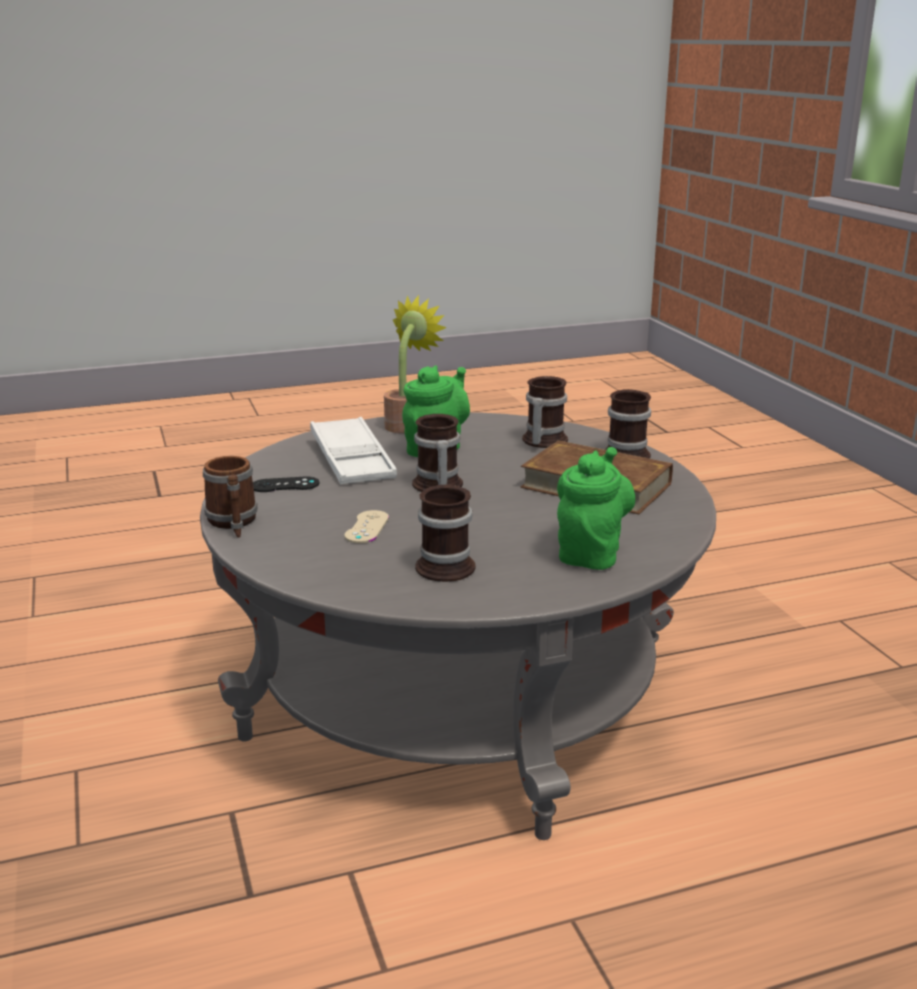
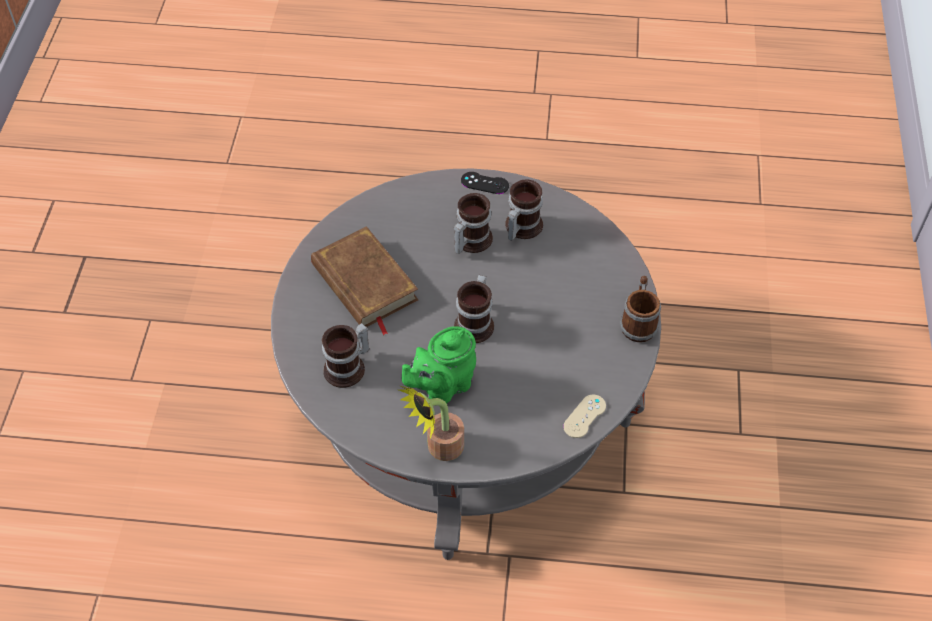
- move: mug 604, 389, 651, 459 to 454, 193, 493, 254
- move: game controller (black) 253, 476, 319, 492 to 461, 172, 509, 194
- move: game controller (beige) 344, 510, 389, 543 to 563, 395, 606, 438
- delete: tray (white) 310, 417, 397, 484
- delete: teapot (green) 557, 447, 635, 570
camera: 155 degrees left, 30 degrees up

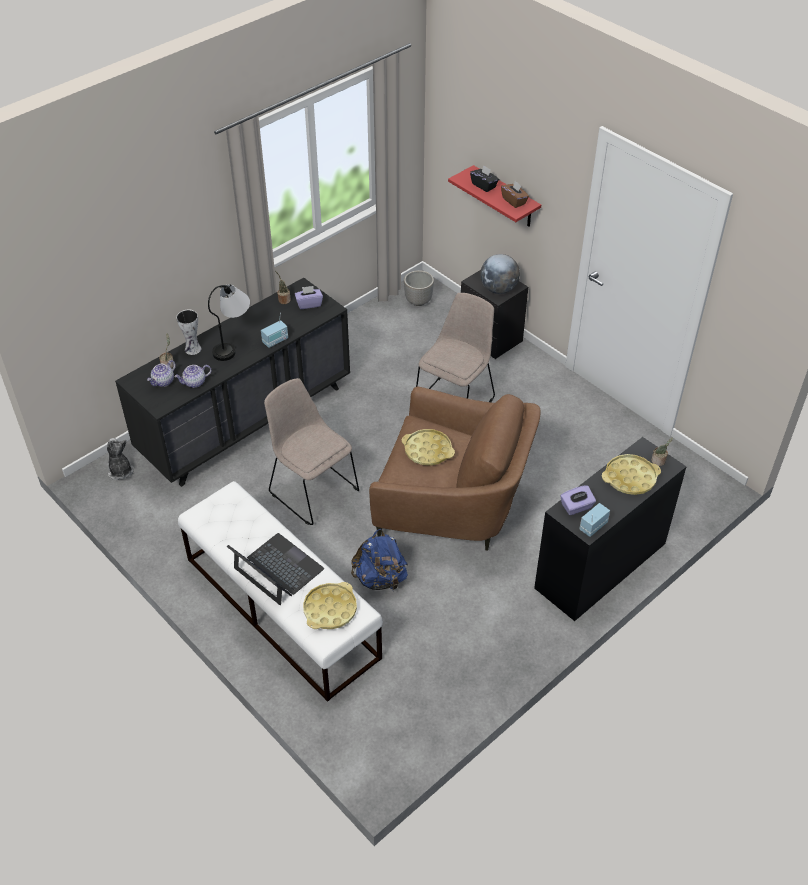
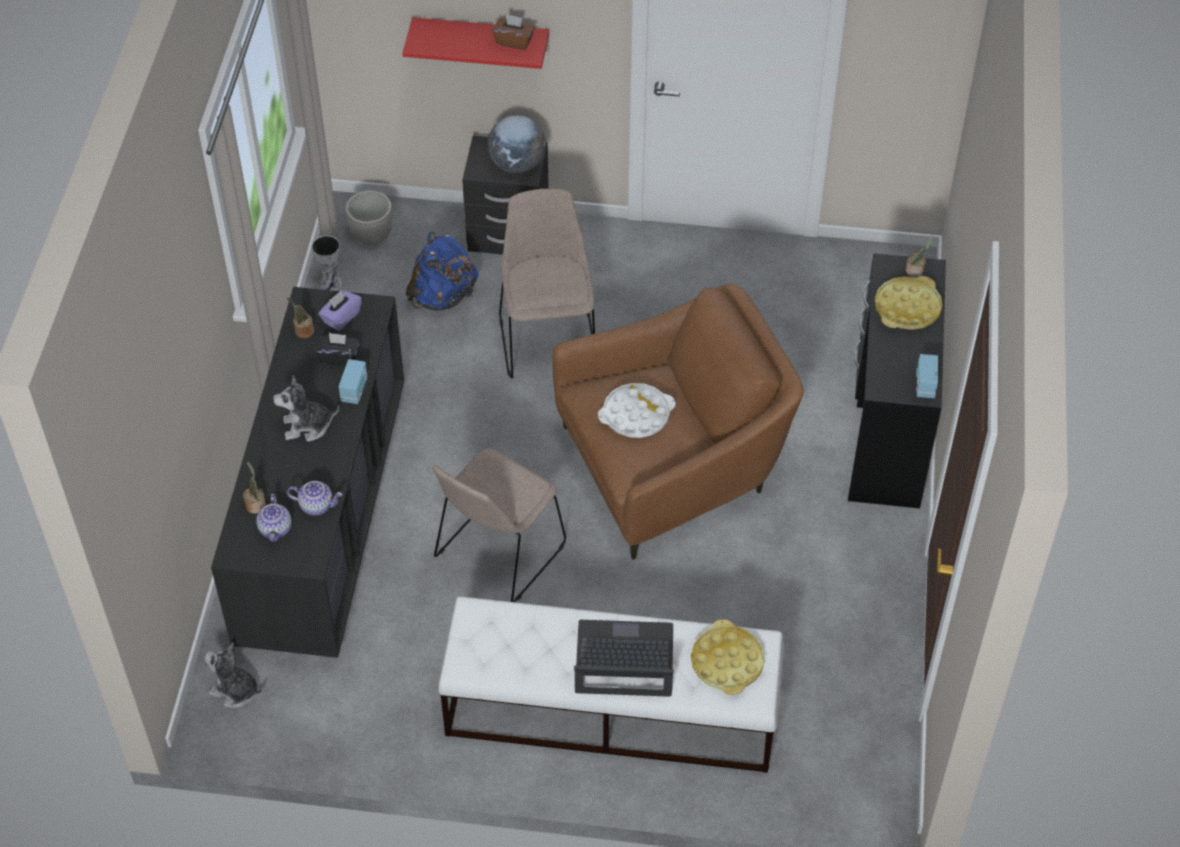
- replace: table lamp 208, 284, 250, 361 to plush toy 273, 376, 339, 442
- rotate: teapot 174, 365, 211, 388 = 287, 481, 343, 516 105 degrees counterclockwise
- move: vase 176, 310, 202, 355 to 312, 235, 342, 291
- move: tissue box (black) 470, 165, 499, 192 to 315, 333, 360, 366
- move: backpack (blue) 351, 529, 408, 590 to 406, 232, 478, 310
- rotate: chair (beige) 264, 378, 359, 525 = 433, 448, 566, 602 60 degrees counterclockwise
- recolor: tray (yellow) 402, 429, 455, 466 to tray (white) 598, 383, 676, 438
- delete: tissue box (purple) 560, 485, 596, 515
camera: 40 degrees left, 5 degrees up

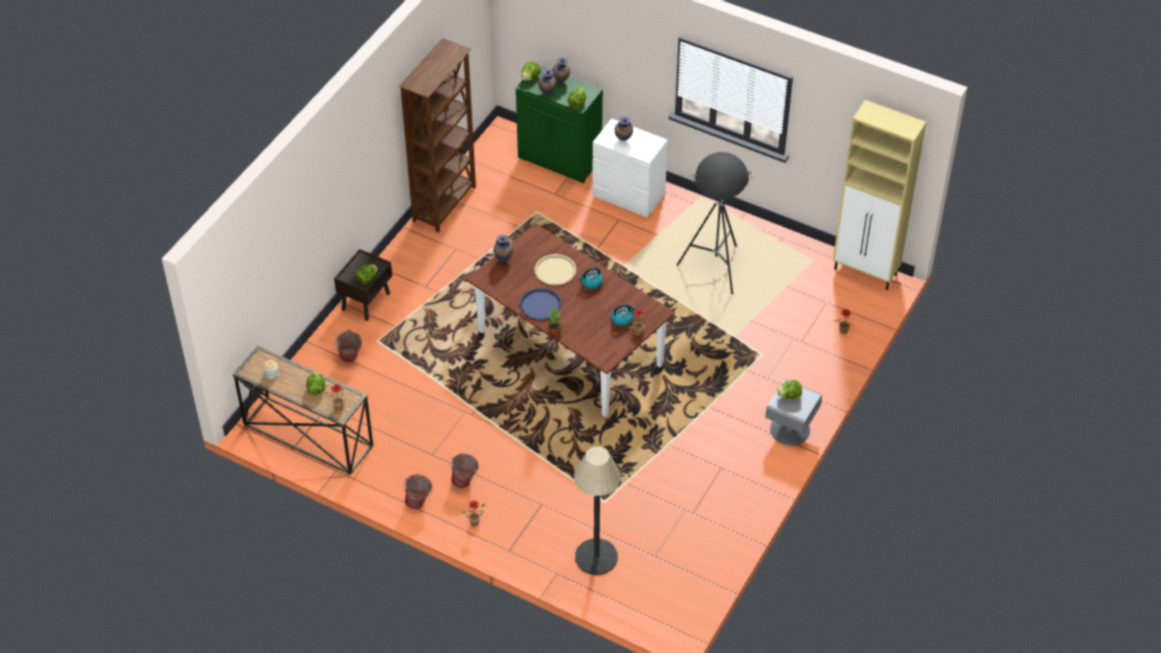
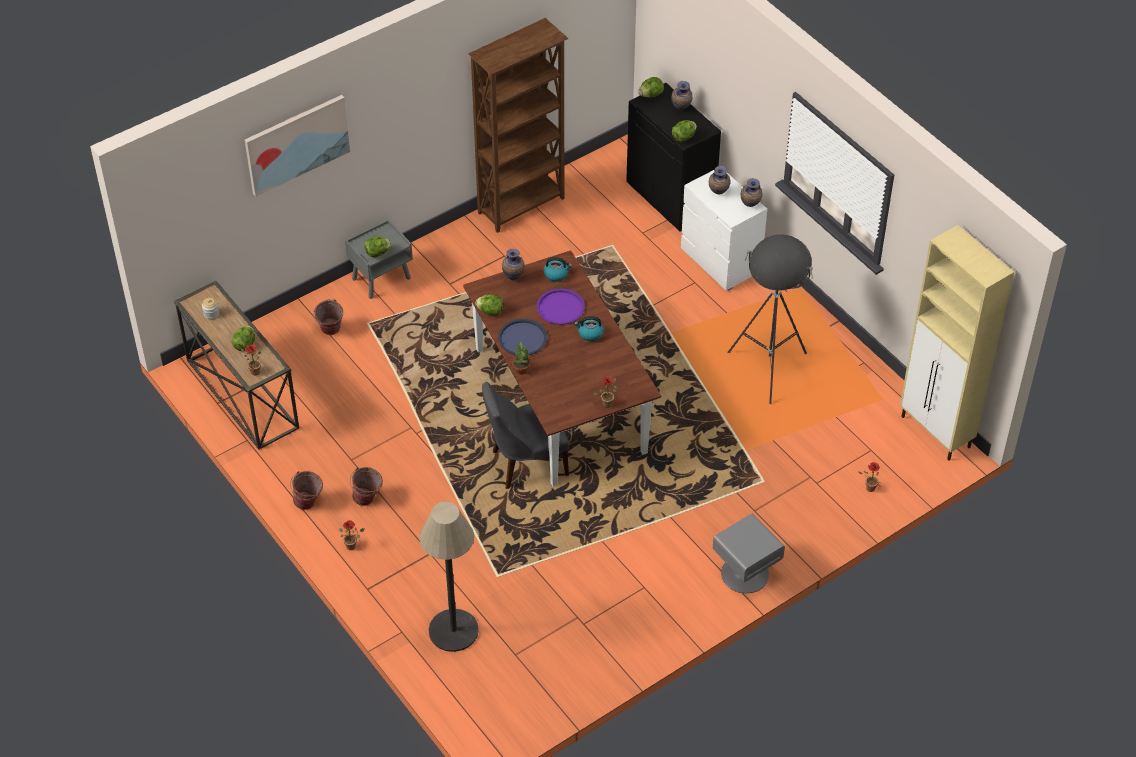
- insert: picture 245, 95, 350, 197
- recolor: nightstand (brown) 334, 249, 392, 321 to nightstand (grey) 345, 219, 413, 299
- move: lettuce 777, 380, 802, 399 to 475, 294, 504, 315
- insert: chair (grey) 482, 382, 569, 489
- recolor: tray (beige) 535, 254, 576, 285 to tray (purple) 537, 288, 585, 325
- move: kettle 611, 304, 636, 326 to 543, 257, 572, 282
- recolor: cabinet (green) 516, 65, 603, 183 to cabinet (black) 626, 83, 721, 232
- recolor: floor lamp (beige) 625, 152, 813, 336 to floor lamp (orange) 671, 234, 884, 450
- move: vase 538, 69, 556, 94 to 741, 178, 762, 207
camera: 25 degrees right, 0 degrees up

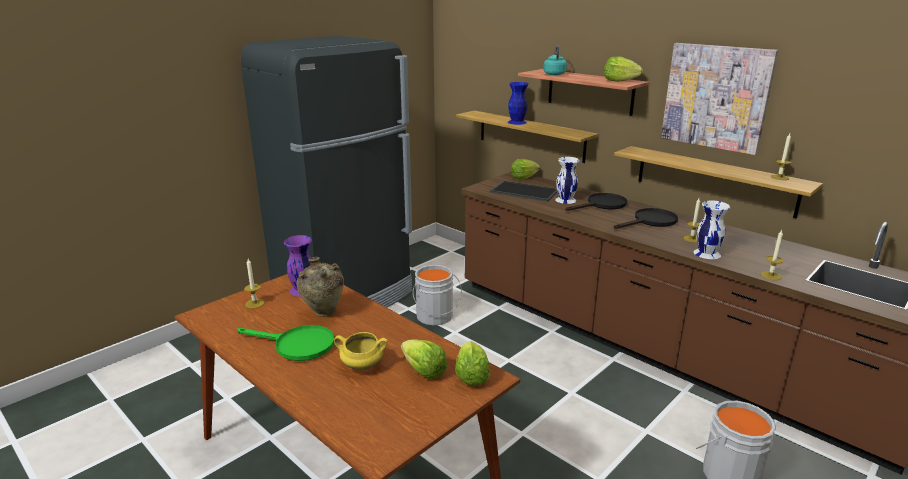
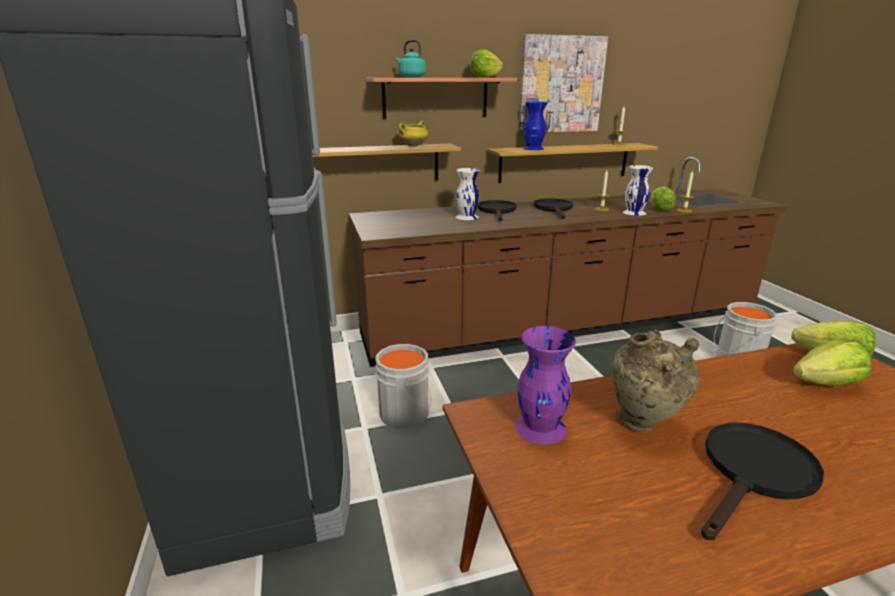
- move: cooking pot (yellow) 334, 332, 388, 370 to 397, 121, 428, 147
- move: vase (blue) 508, 82, 528, 125 to 523, 102, 547, 150
- move: lettuce 511, 159, 540, 179 to 651, 186, 676, 211
- recolor: frying pan (green) 237, 325, 334, 361 to frying pan (black) 701, 423, 824, 540
- delete: candle 244, 259, 265, 308
- delete: tray 490, 181, 558, 202
camera: 60 degrees left, 0 degrees up

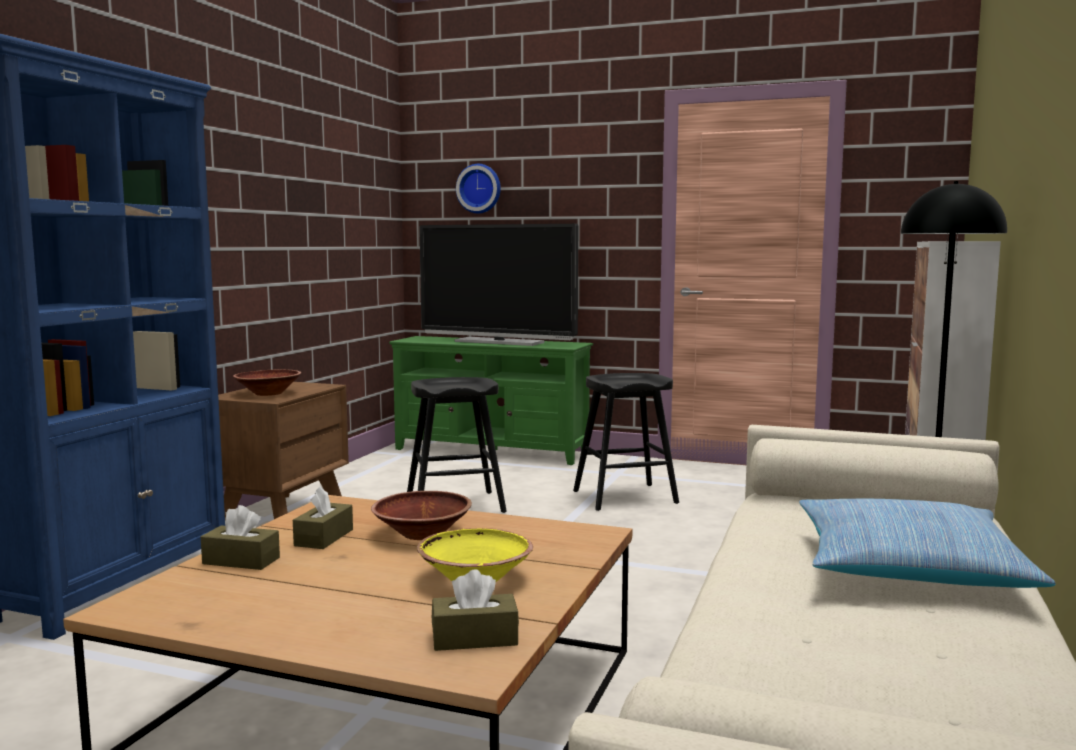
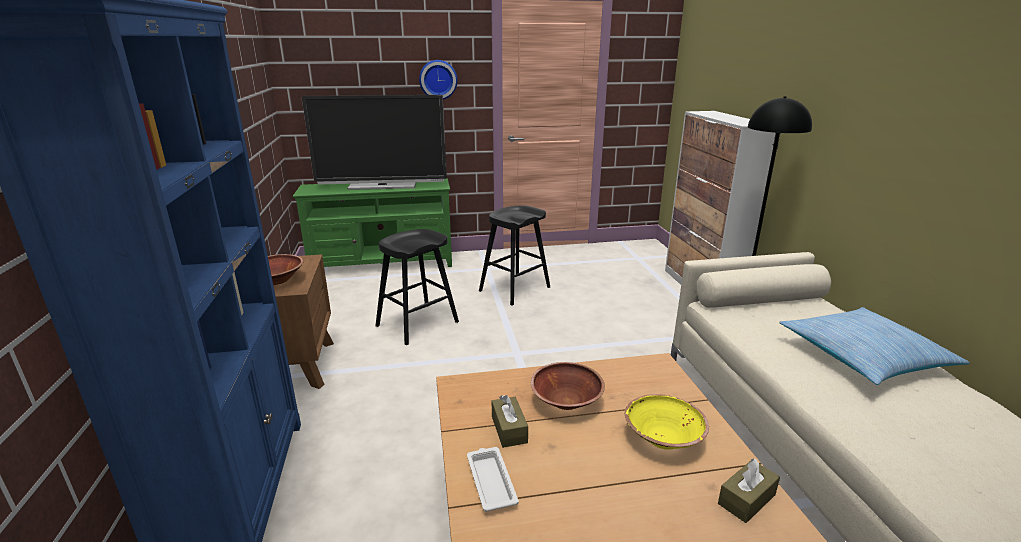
- move: wall clock 456, 164, 501, 213 to 419, 60, 457, 100
- replace: tissue box (brown) 201, 505, 280, 570 to tray (white) 467, 447, 519, 512
camera: 30 degrees left, 15 degrees up

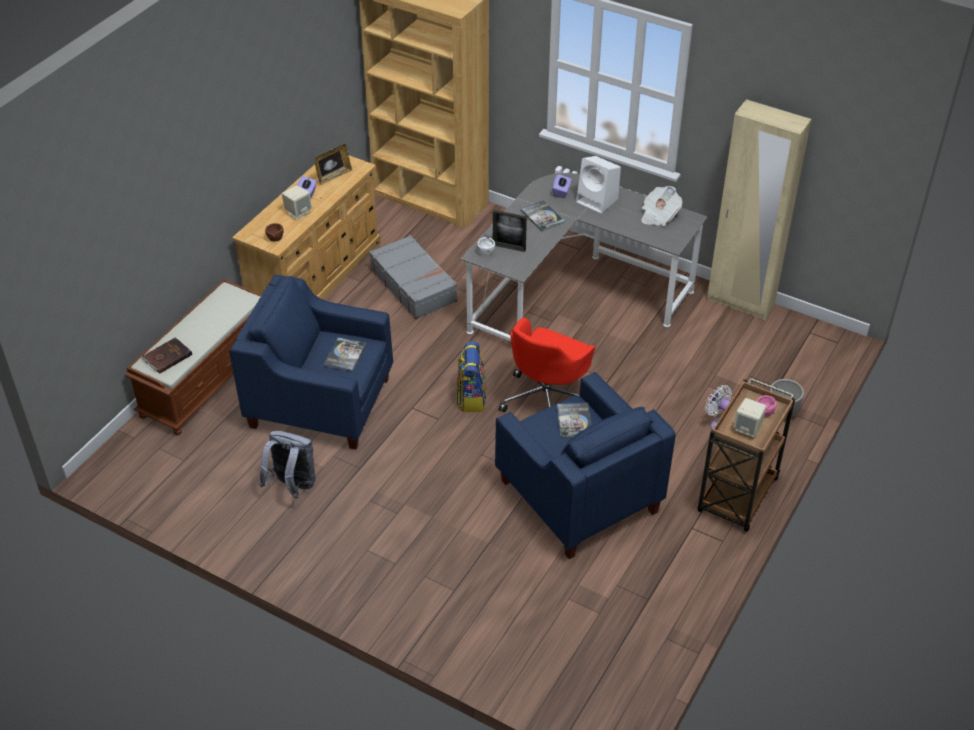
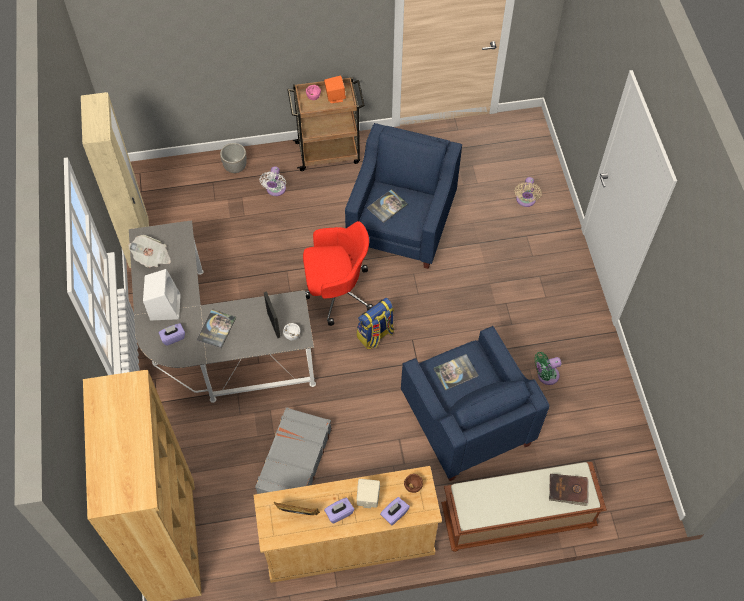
- recolor: speaker (beige) 733, 398, 767, 438 to speaker (orange) 324, 76, 346, 103
- insert: tissue box (purple) 380, 497, 410, 525
- insert: fan (beige) 515, 177, 542, 207
- replace: backpack (grey) 260, 431, 316, 499 to fan (green) 535, 352, 562, 385
camera: 130 degrees left, 15 degrees up

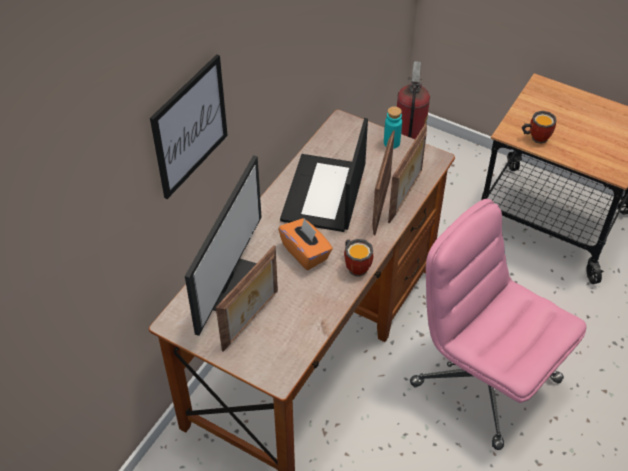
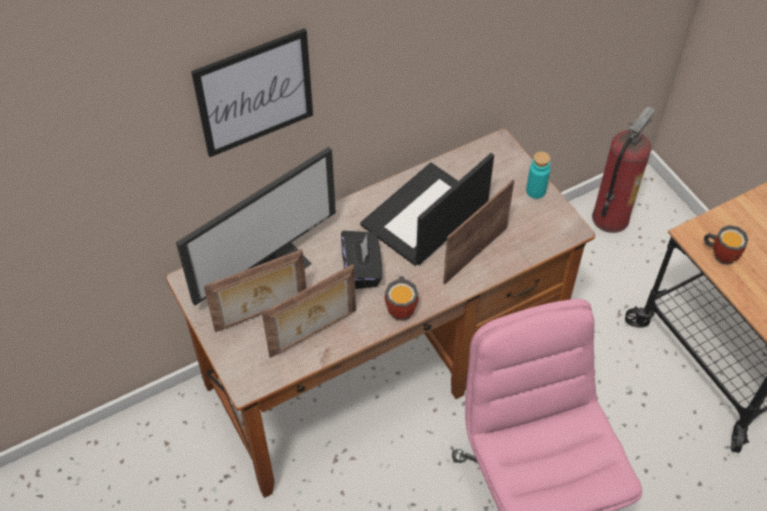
- move: picture frame 388, 123, 427, 223 to 262, 264, 356, 358
- recolor: tissue box (orange) 278, 218, 333, 270 to tissue box (black) 341, 231, 382, 289
camera: 30 degrees right, 5 degrees up

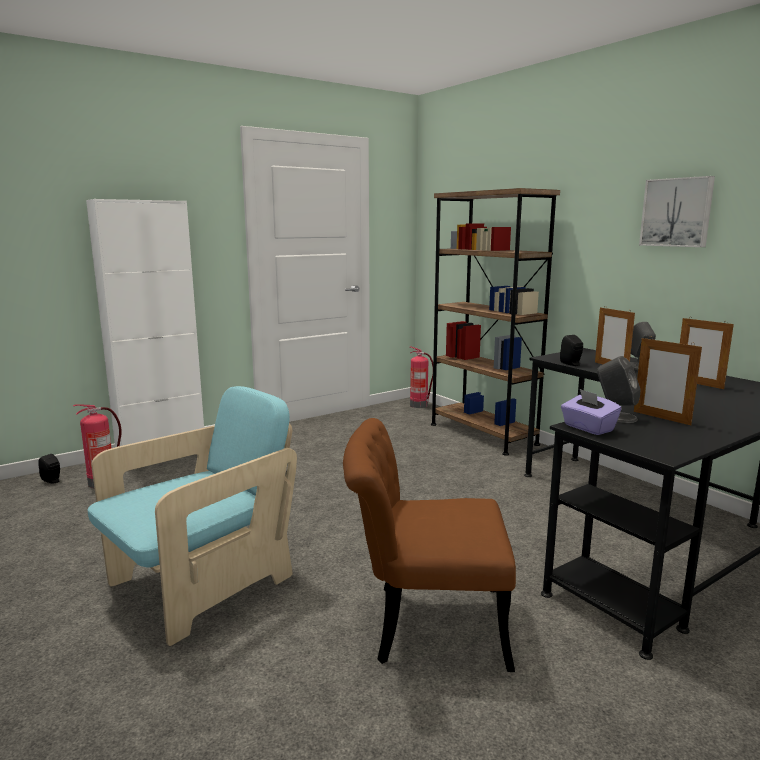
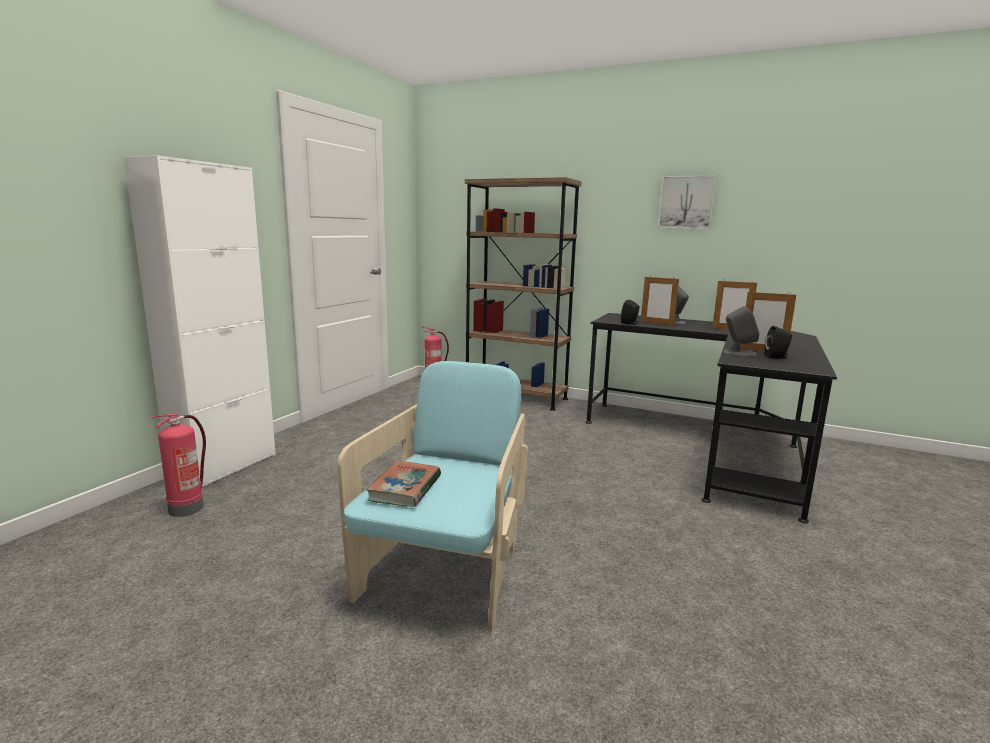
- insert: book 366, 461, 441, 507
- move: speaker (black) 38, 454, 60, 484 to 764, 326, 792, 359
- delete: chair (brown) 343, 418, 516, 672
- delete: tissue box (purple) 561, 389, 622, 435
camera: 30 degrees left, 0 degrees up

